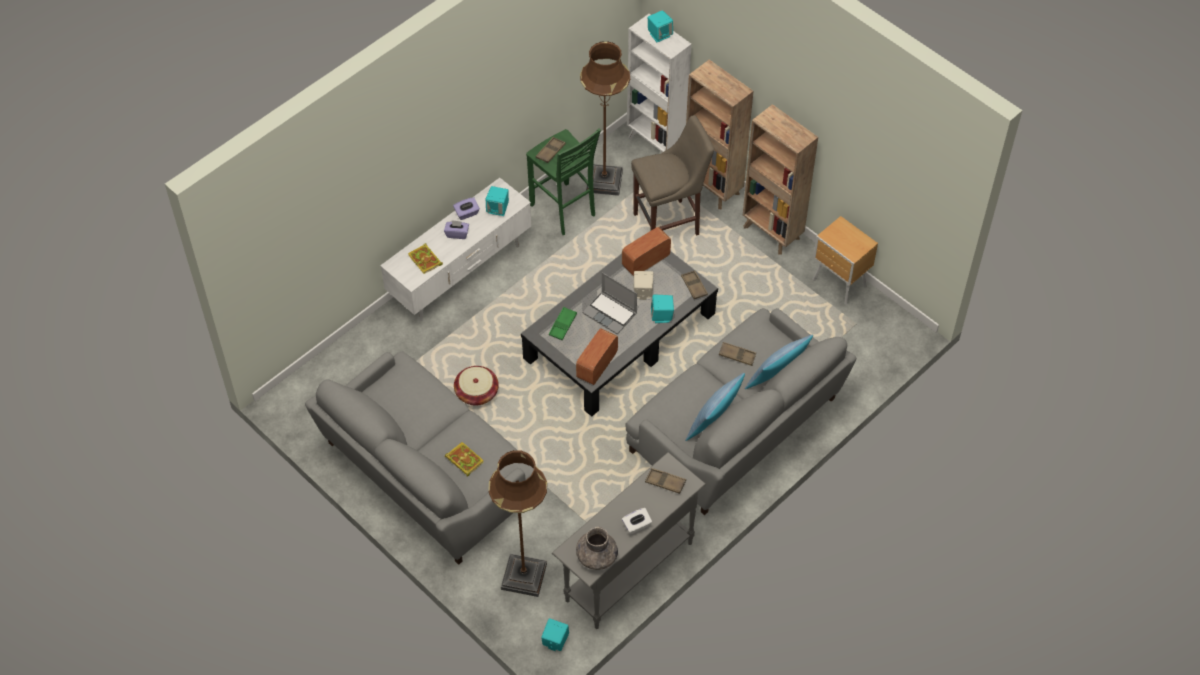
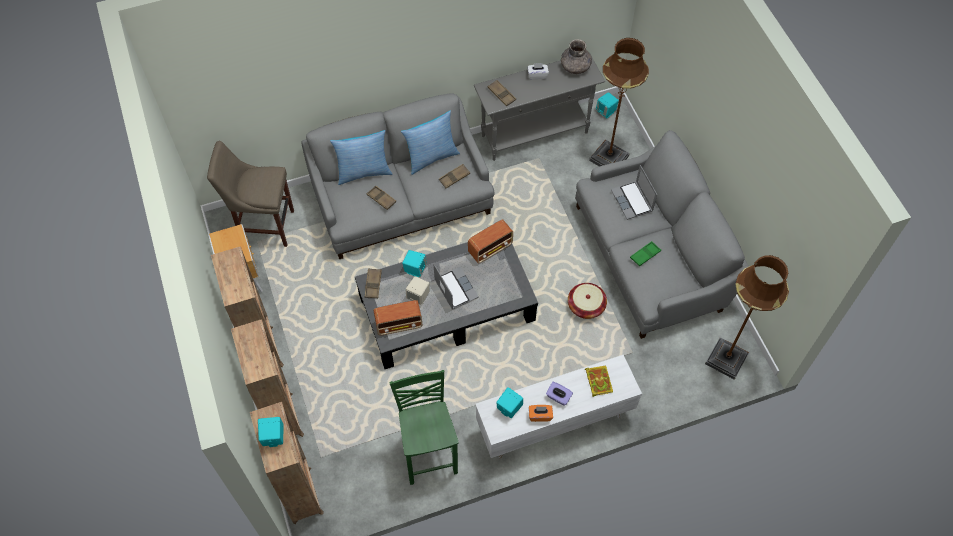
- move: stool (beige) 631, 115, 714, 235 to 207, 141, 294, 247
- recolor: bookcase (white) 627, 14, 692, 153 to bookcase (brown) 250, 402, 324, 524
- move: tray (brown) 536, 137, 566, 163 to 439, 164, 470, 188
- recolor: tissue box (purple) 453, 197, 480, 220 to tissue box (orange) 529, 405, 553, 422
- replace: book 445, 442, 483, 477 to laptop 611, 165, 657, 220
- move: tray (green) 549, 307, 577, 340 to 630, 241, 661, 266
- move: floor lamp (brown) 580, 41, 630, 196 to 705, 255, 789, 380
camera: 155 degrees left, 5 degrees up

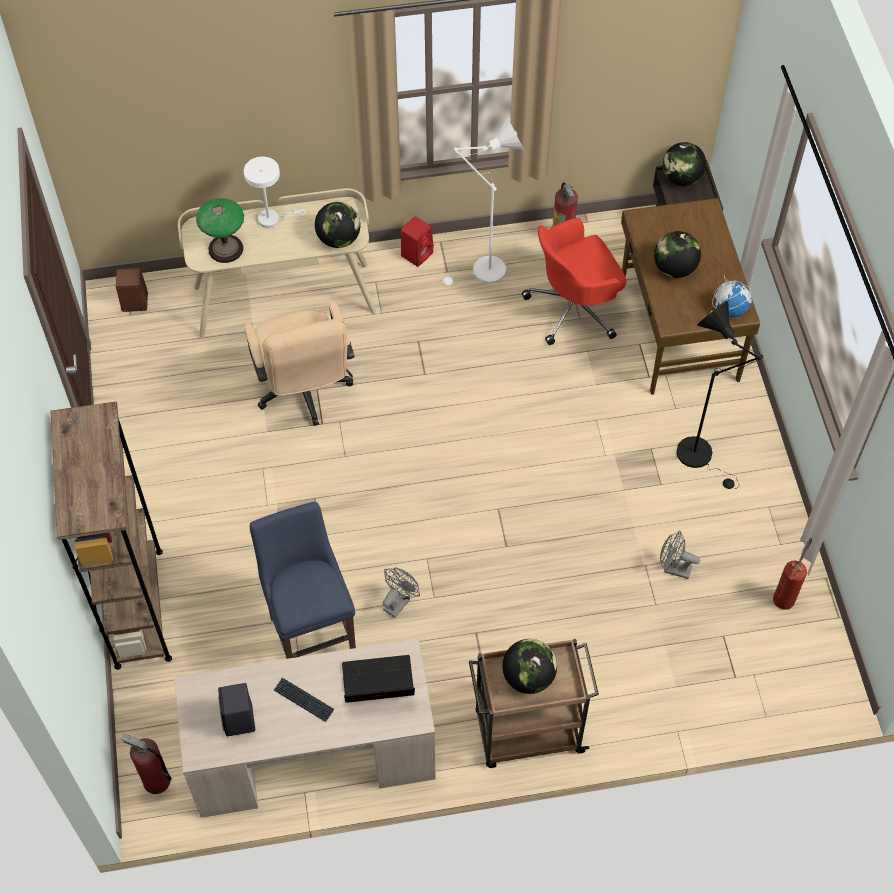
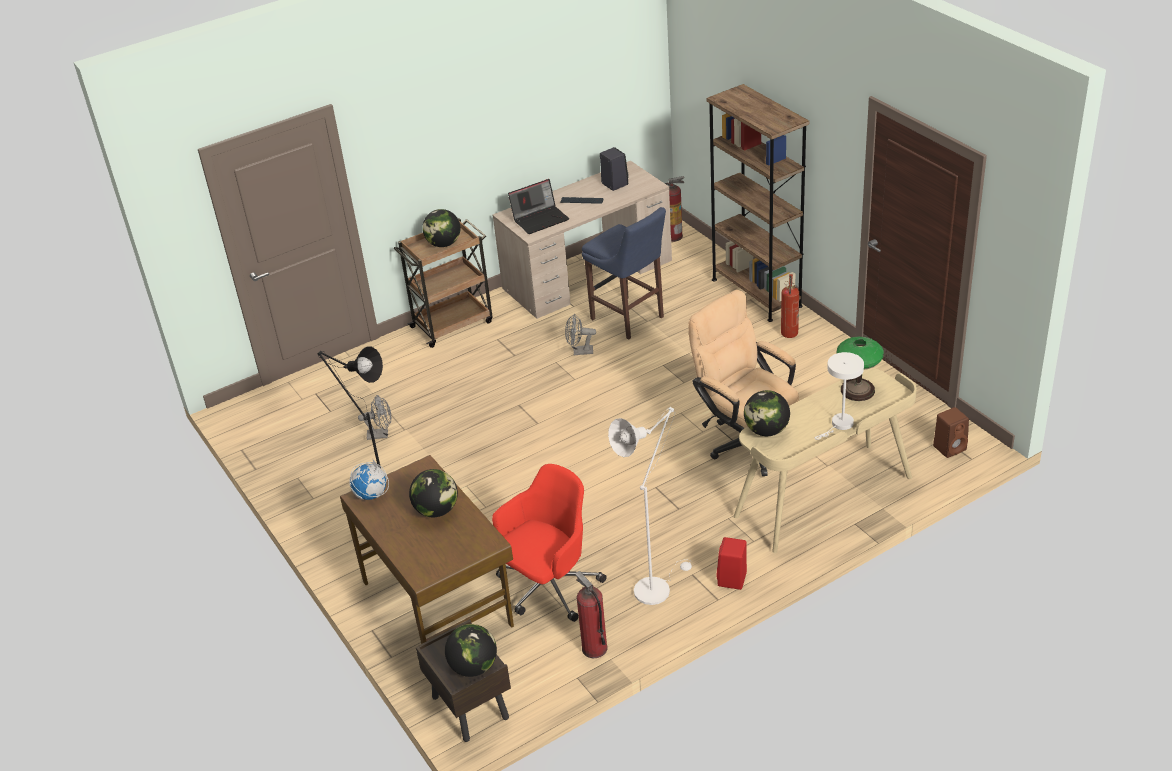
- rotate: fan (grey) 383, 568, 420, 618 = 565, 314, 596, 355 75 degrees clockwise
- move: fire extinguisher 773, 538, 812, 610 to 781, 274, 799, 338
camera: 160 degrees right, 20 degrees down

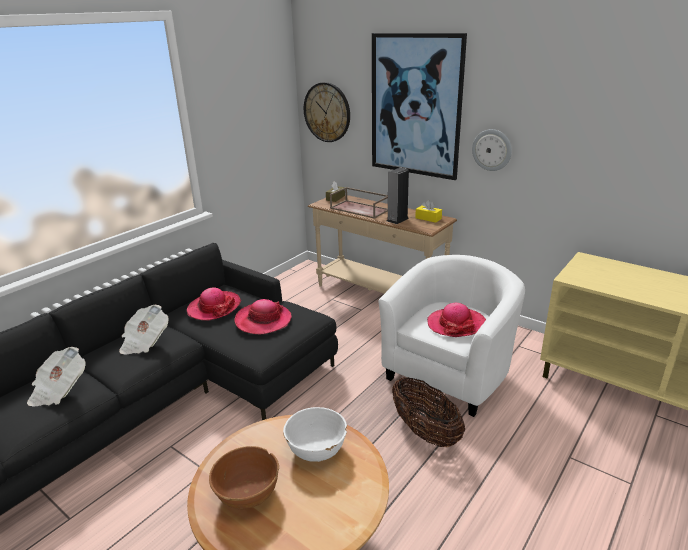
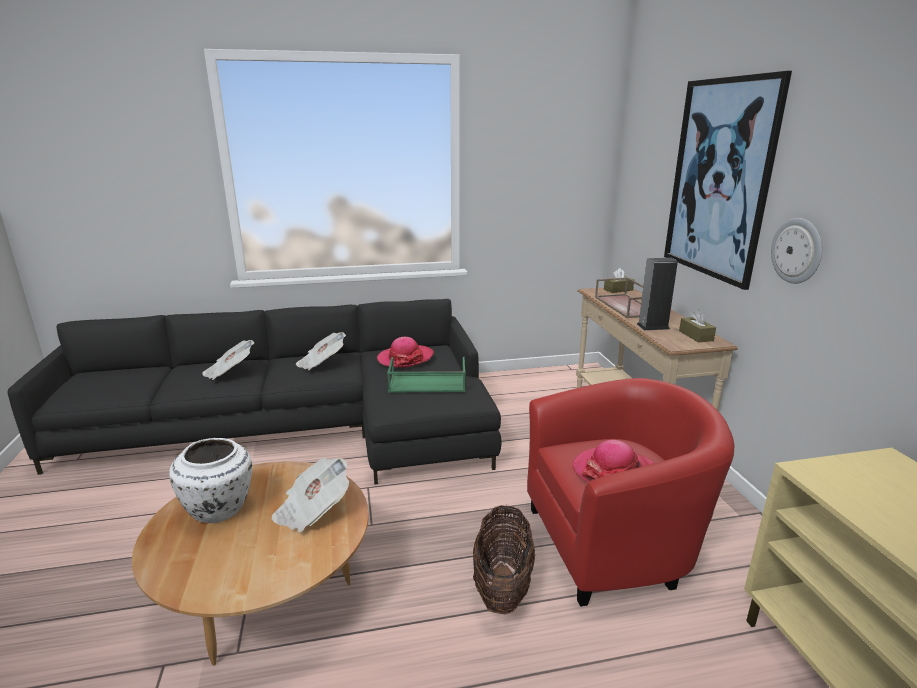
- replace: bowl (brown) 209, 446, 279, 510 to vase (white) 169, 438, 252, 523
- replace: bowl (white) 283, 407, 347, 462 to newspaper 272, 458, 349, 533
- replace: hat 234, 299, 292, 334 to tray (green) 387, 357, 466, 392
- recolor: armchair (white) 378, 255, 525, 417 to armchair (red) 527, 378, 735, 607
- recolor: tissue box (yellow) 415, 200, 442, 223 to tissue box (brown) 679, 309, 716, 343
- delete: wall clock 304, 82, 350, 142
camera: 40 degrees right, 5 degrees down

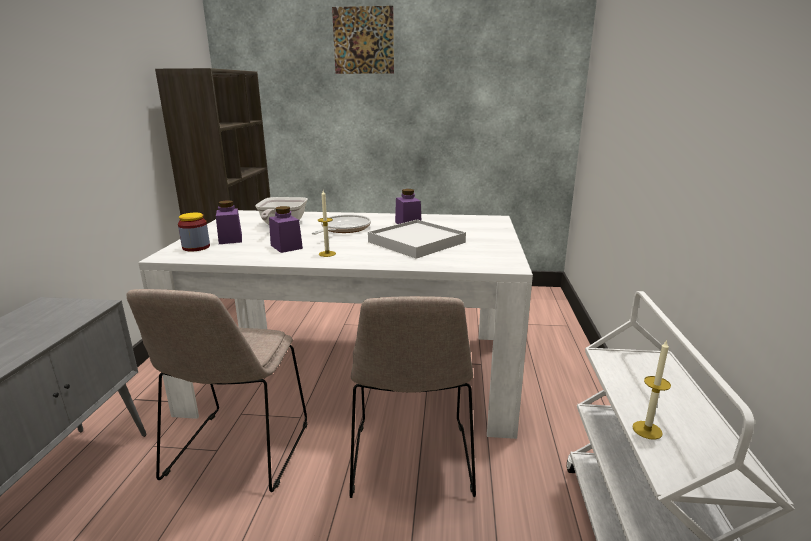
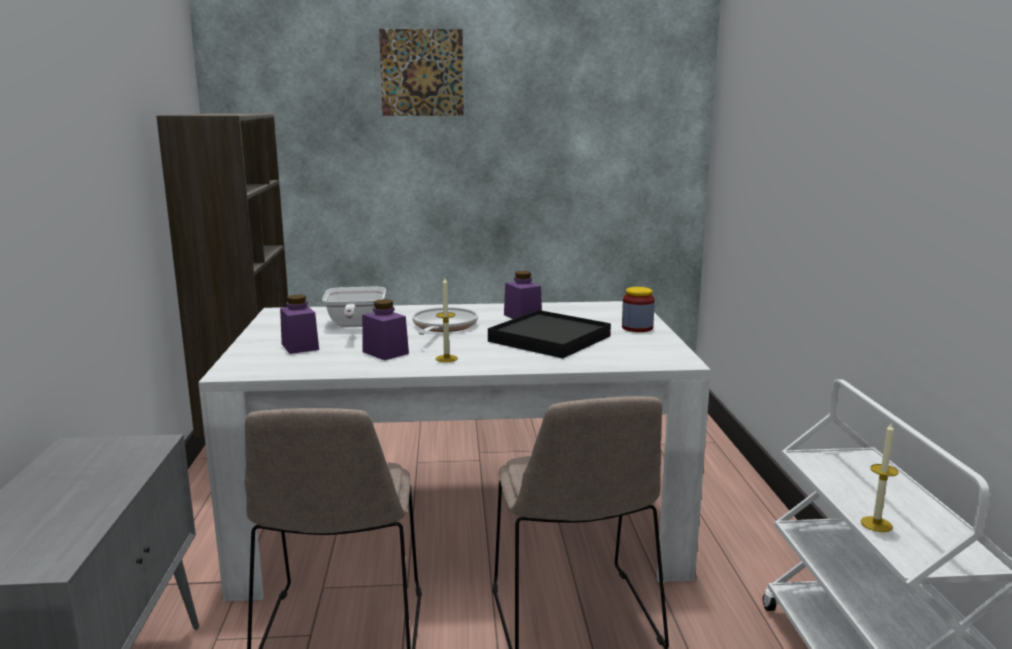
- recolor: tray (white) 368, 219, 466, 259 to tray (black) 488, 310, 611, 358
- move: jar 178, 213, 210, 251 to 622, 287, 655, 332
camera: 10 degrees left, 5 degrees down

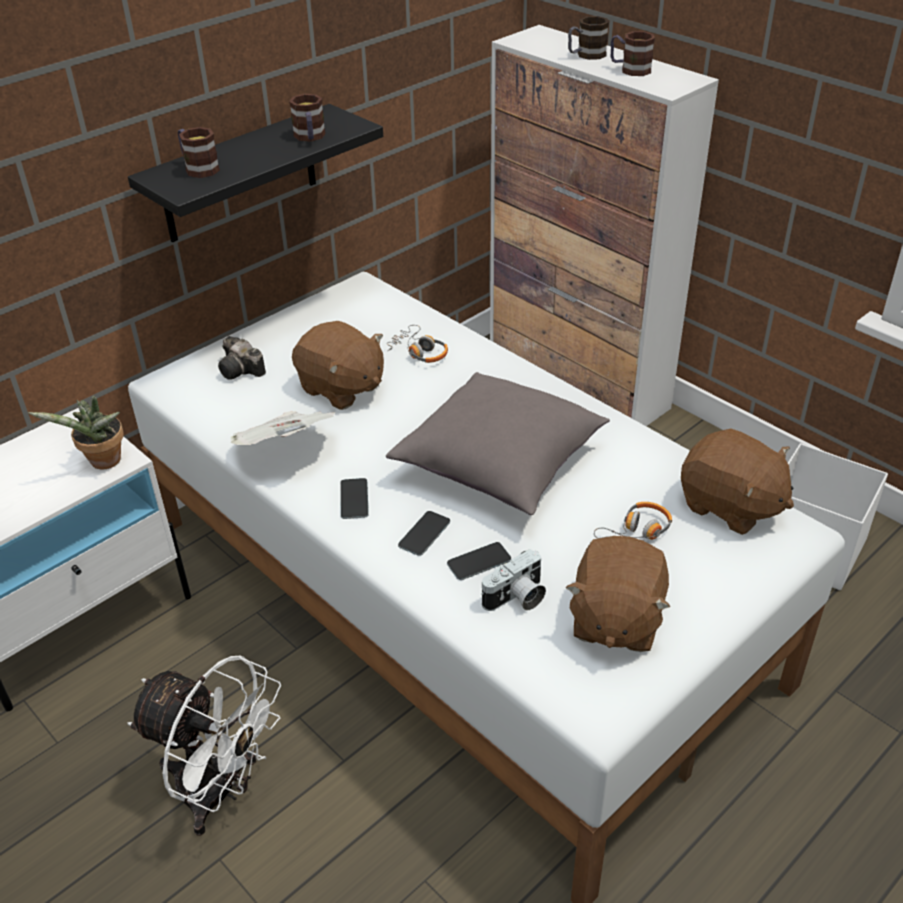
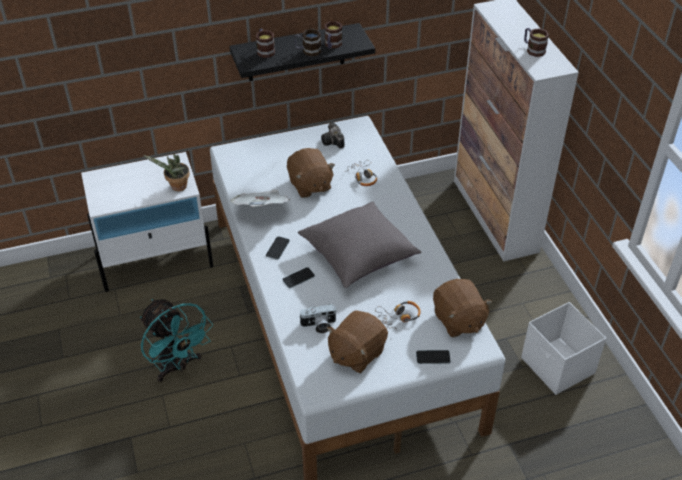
- recolor: fan (white) 127, 656, 281, 836 to fan (turquoise) 140, 299, 213, 382
- move: mug 568, 16, 609, 60 to 294, 29, 321, 57
- move: photo camera 218, 336, 266, 380 to 321, 122, 345, 149
- move: phone 447, 542, 511, 580 to 416, 350, 450, 364
camera: 25 degrees right, 5 degrees up

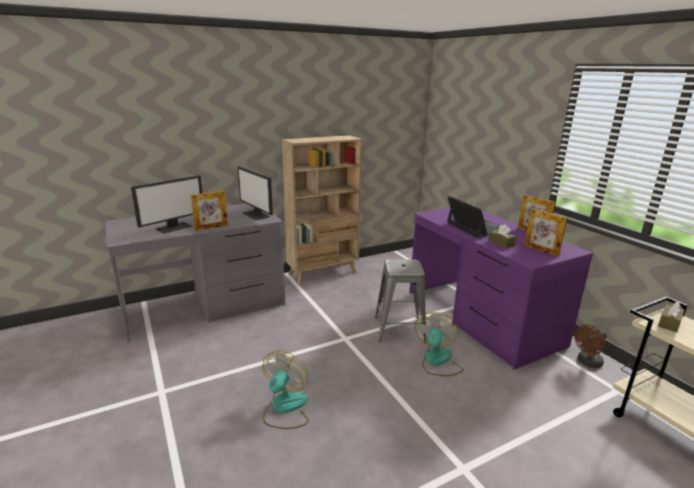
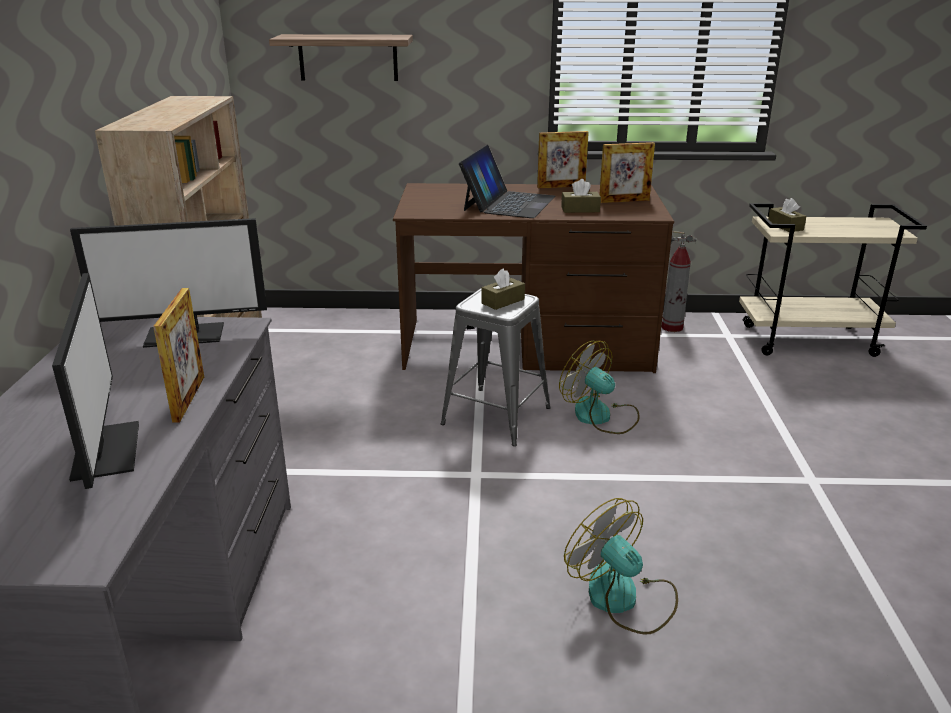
- insert: shelf 269, 34, 413, 81
- recolor: desk (purple) 409, 207, 593, 369 to desk (brown) 393, 183, 674, 373
- rotate: laptop 447, 196, 513, 238 = 459, 145, 556, 218 105 degrees clockwise
- insert: tissue box (brown) 481, 268, 525, 310
- replace: fan (brown) 574, 324, 607, 368 to fire extinguisher 661, 231, 697, 332
camera: 60 degrees left, 5 degrees up

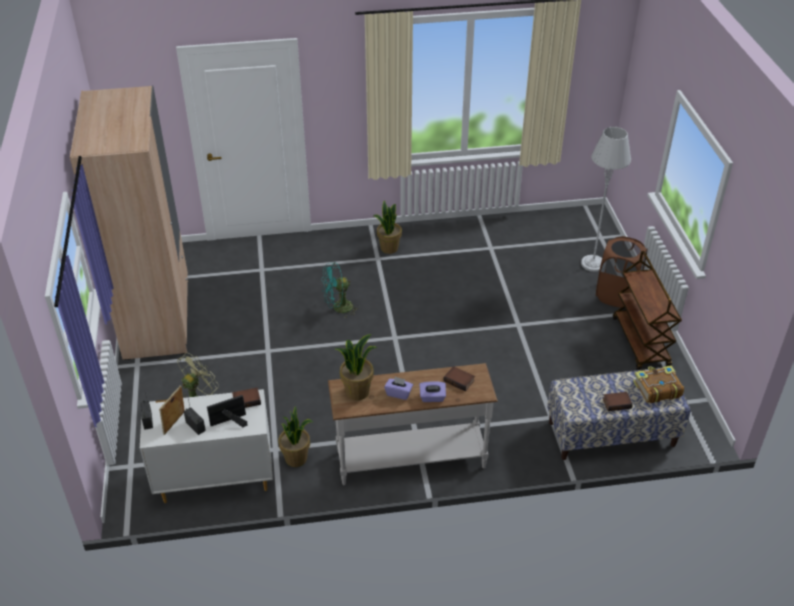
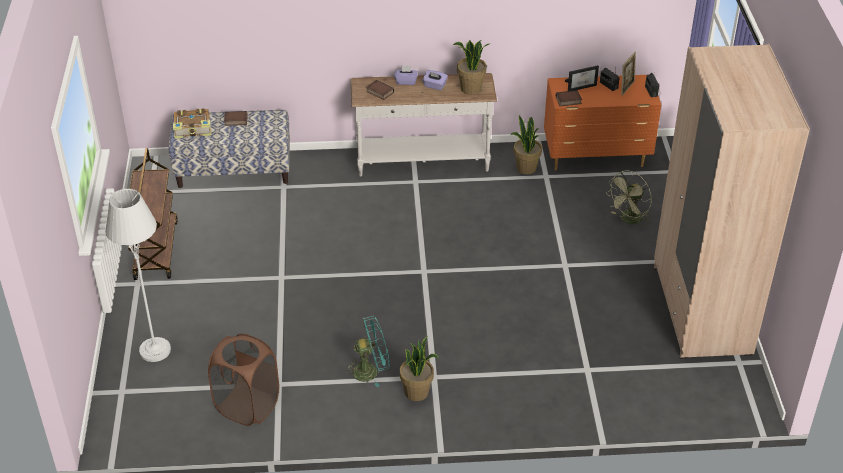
- move: laundry basket (brown) 596, 236, 648, 308 to 208, 334, 279, 426
- move: fan (turquoise) 322, 262, 360, 318 to 344, 316, 390, 387
- recolor: dresser (white) 140, 389, 273, 503 to dresser (orange) 544, 75, 661, 170
camera: 175 degrees left, 0 degrees up

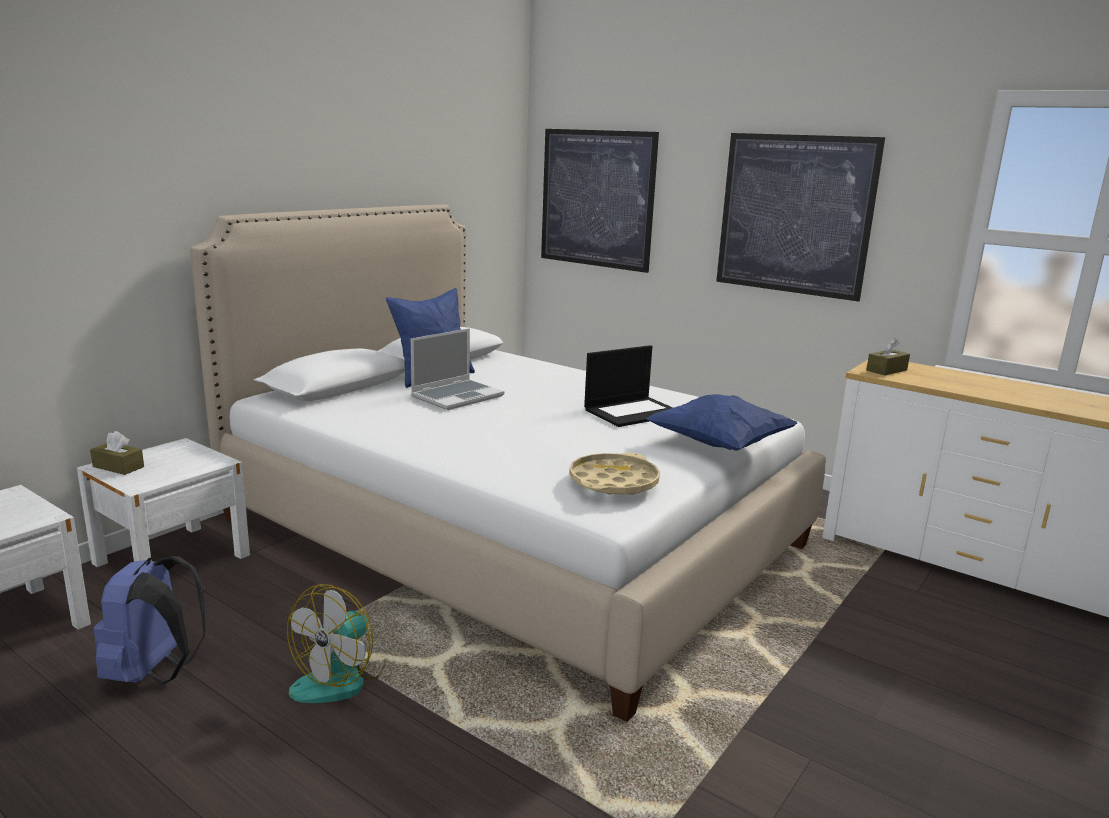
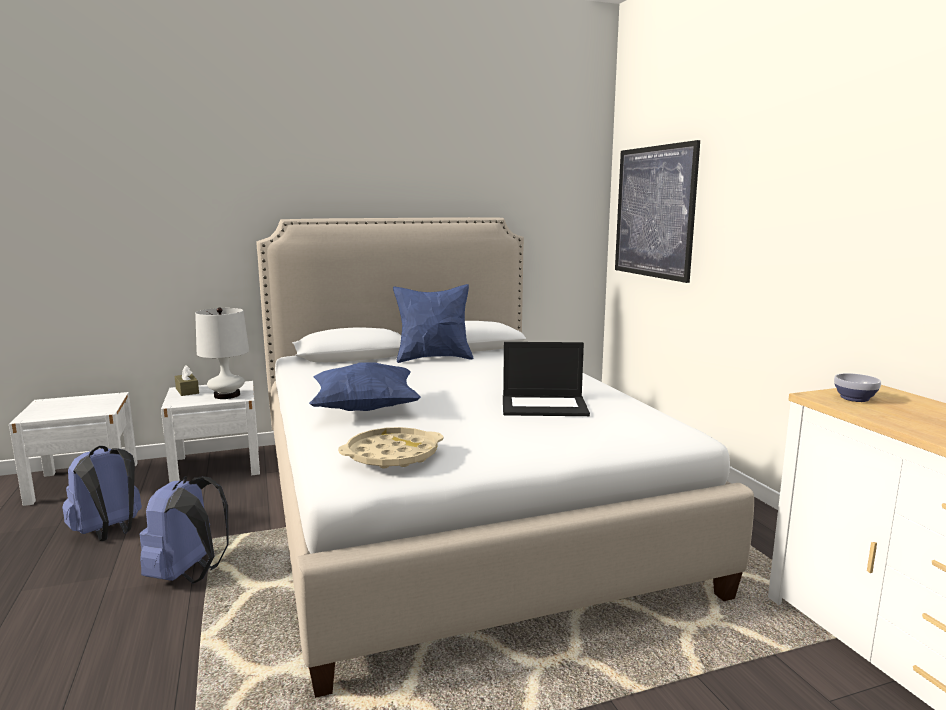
- replace: fan 287, 584, 385, 703 to backpack (blue) 140, 476, 229, 583
- insert: table lamp (white) 195, 308, 249, 399
- move: pillow (blue) 646, 394, 798, 451 to 309, 362, 421, 411
- replace: tissue box (brown) 866, 338, 910, 375 to bowl 834, 373, 881, 402
- delete: laptop 411, 328, 505, 410
- delete: picture 716, 133, 885, 302
camera: 35 degrees right, 5 degrees down

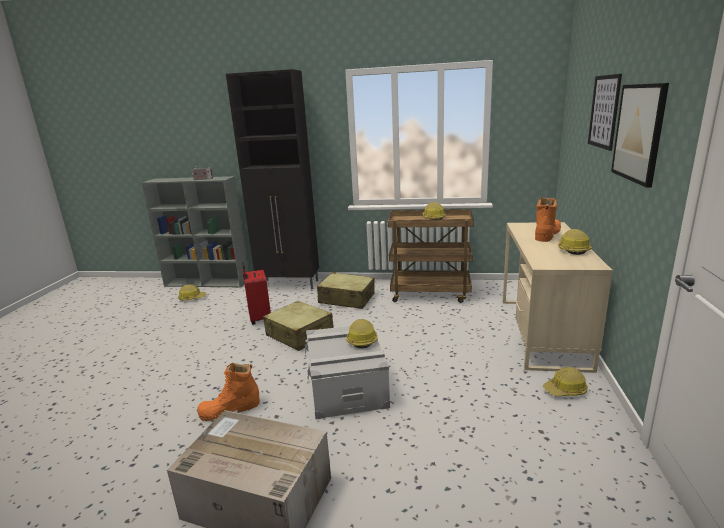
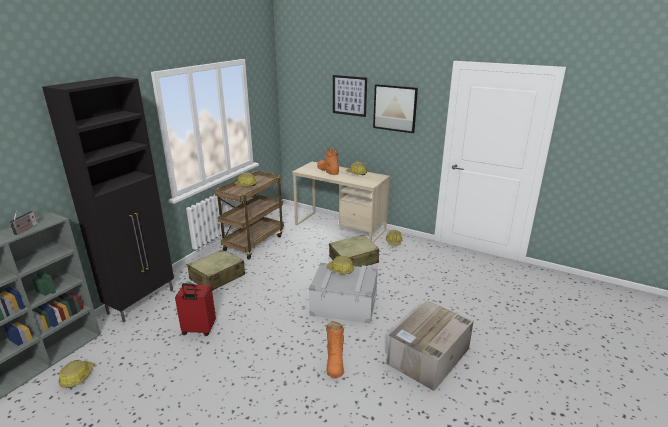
- move: suitcase (beige) 263, 301, 334, 351 to 329, 235, 379, 267
camera: 70 degrees left, 5 degrees up

